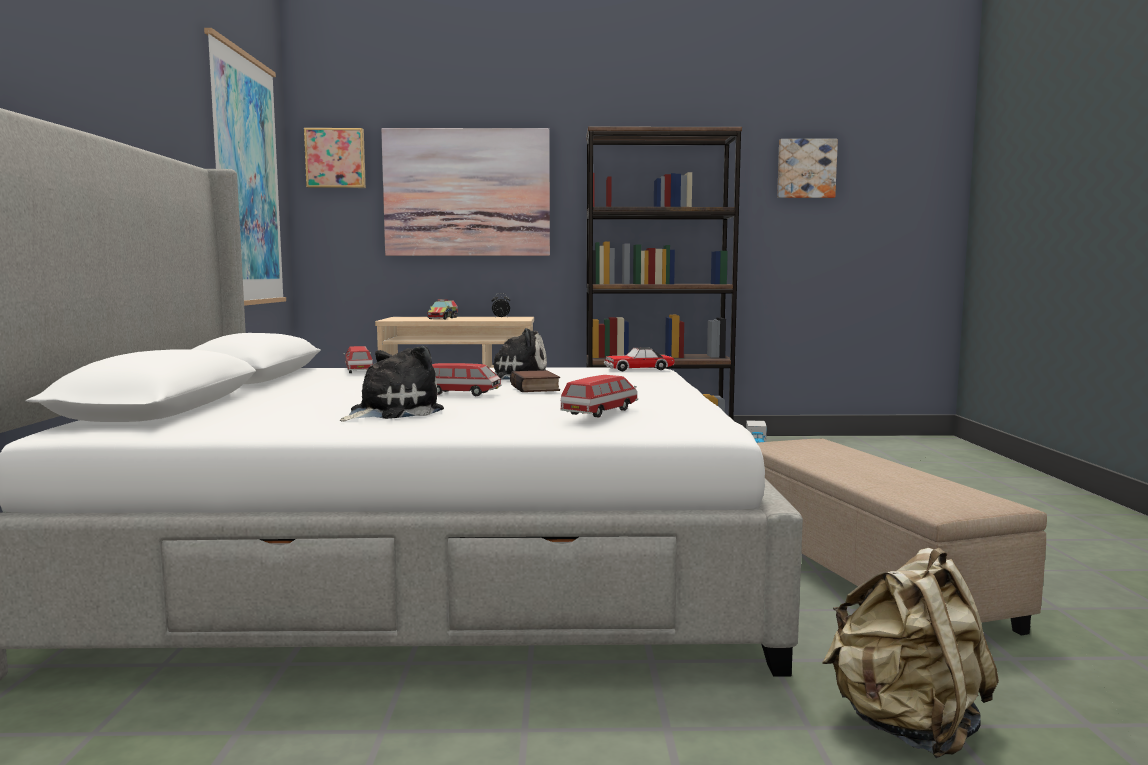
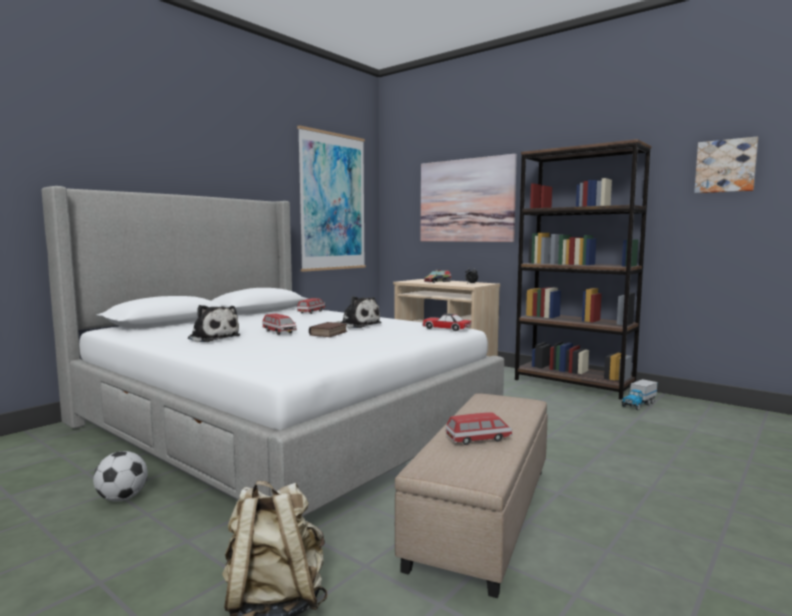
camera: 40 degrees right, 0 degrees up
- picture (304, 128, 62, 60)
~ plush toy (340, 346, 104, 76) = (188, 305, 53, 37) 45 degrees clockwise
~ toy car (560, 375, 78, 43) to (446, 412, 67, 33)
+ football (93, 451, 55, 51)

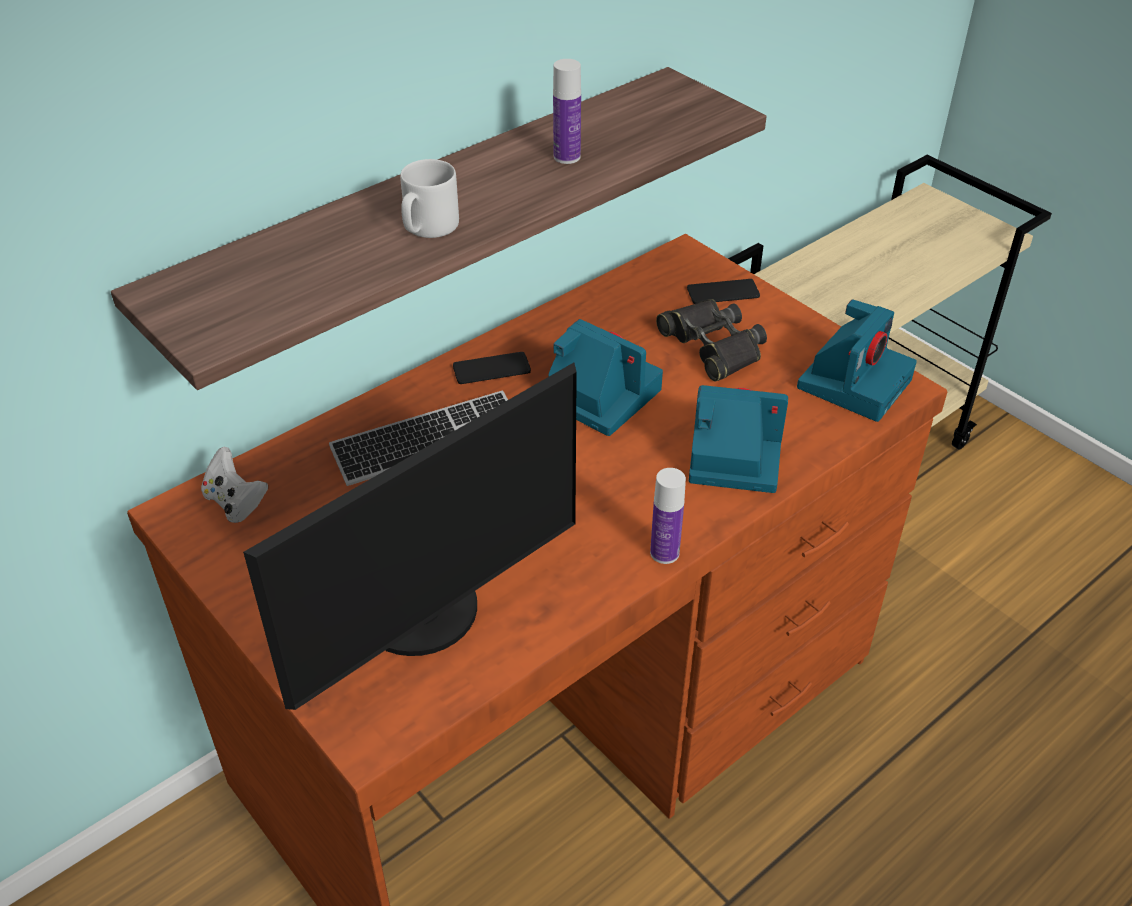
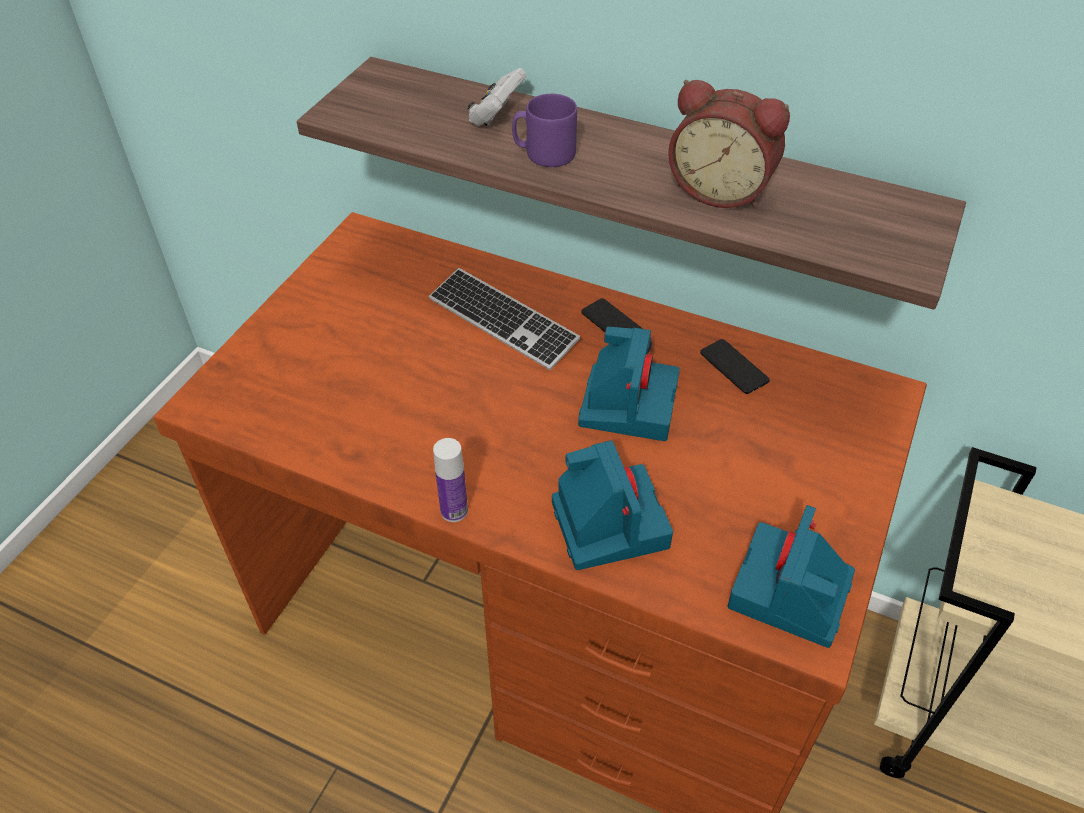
camera: 65 degrees right, 5 degrees up
~ white game controller (201, 446, 67, 77) to (467, 68, 60, 58)
- monitor (243, 363, 334, 347)
~ grey mug (400, 159, 59, 79) to purple mug (512, 94, 65, 73)
~ bottle (553, 59, 28, 105) to alarm clock (668, 80, 122, 128)
- black binoculars (656, 299, 111, 83)
~ phone (687, 279, 73, 25) to (700, 339, 70, 55)
~ photo camera (797, 300, 120, 122) = (728, 505, 127, 143) 105 degrees clockwise

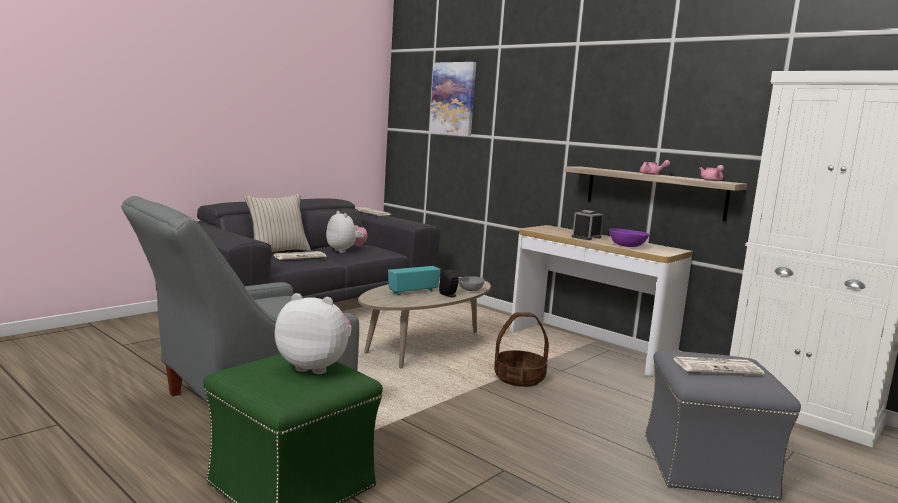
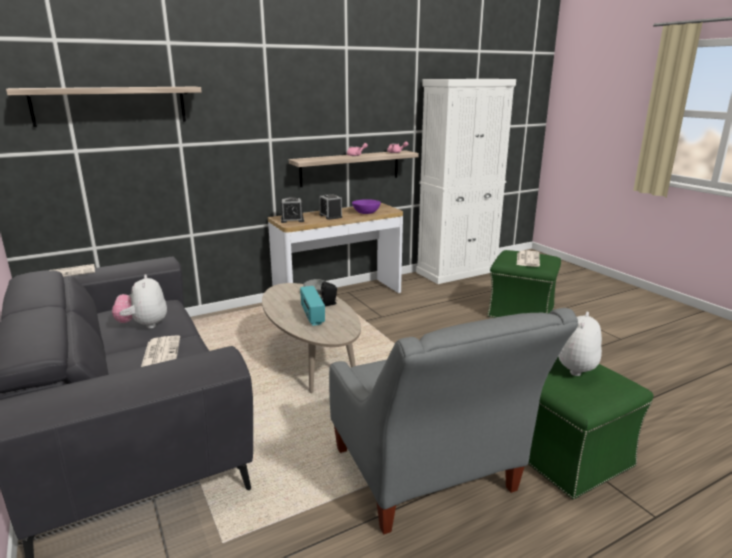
camera: 70 degrees left, 10 degrees up
- beige pillow (244, 193, 67, 59)
~ plush toy (326, 211, 41, 42) = (112, 275, 55, 54) 90 degrees counterclockwise
~ picture (429, 62, 47, 74) to shelf (6, 87, 196, 40)
- basket (494, 312, 55, 75)
~ grey ottoman (645, 350, 156, 150) to green ottoman (487, 250, 74, 68)
+ alarm clock (281, 197, 23, 26)

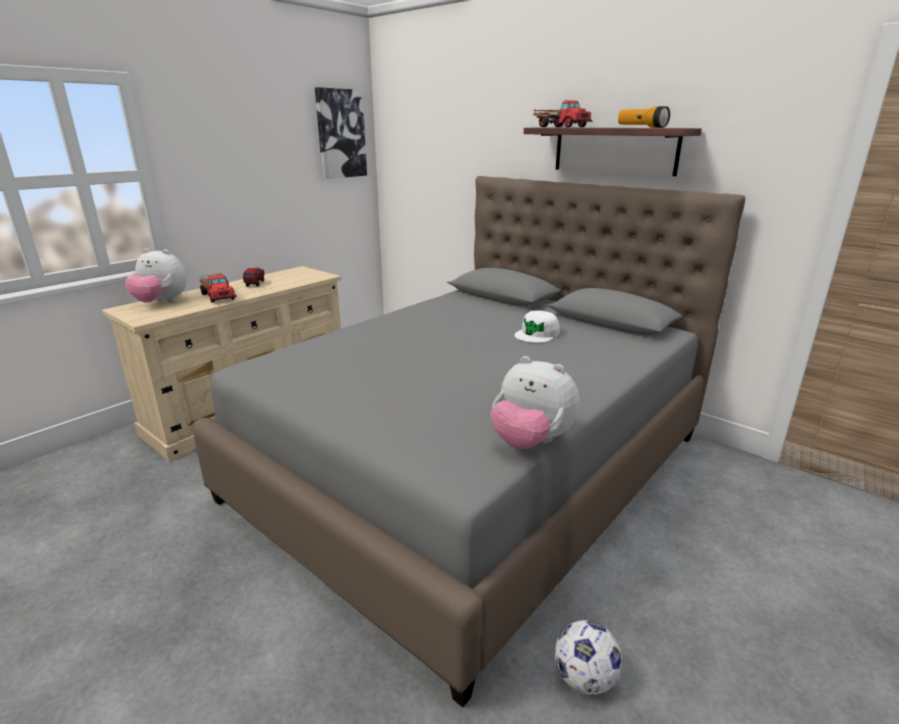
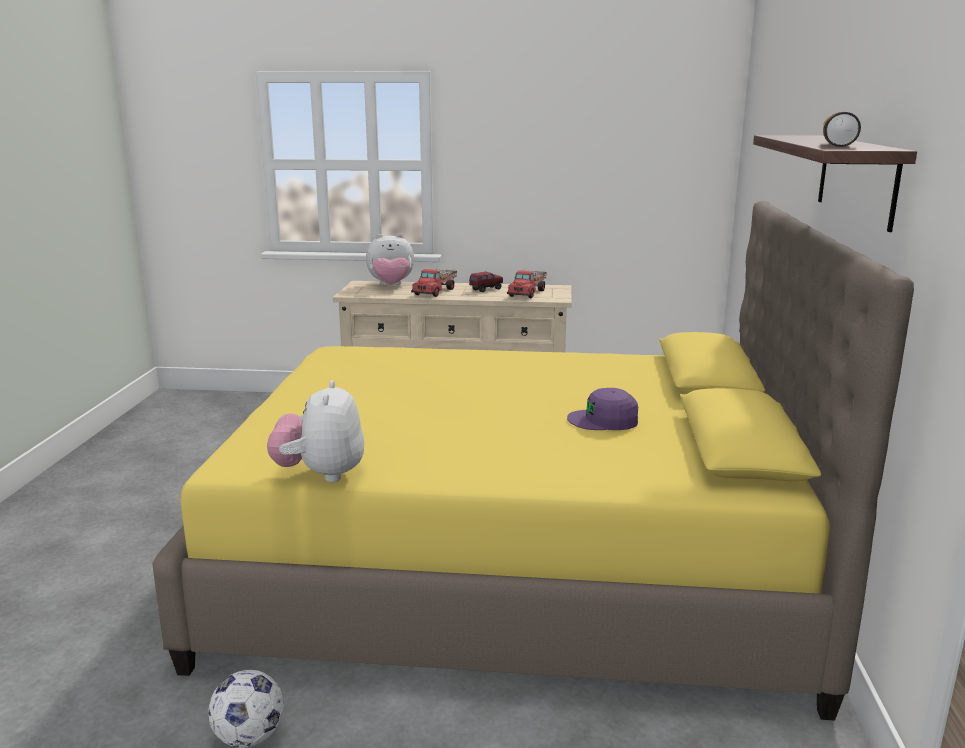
camera: 55 degrees right, 5 degrees down
~ plush toy (125, 248, 62, 55) = (366, 233, 48, 52) 75 degrees counterclockwise
~ grey bed (193, 176, 553, 531) to yellow bed (152, 201, 762, 520)
- picture (315, 87, 52, 92)
~ white cap (514, 310, 46, 33) to purple cap (567, 388, 71, 42)
~ toy truck (533, 100, 60, 27) to (507, 270, 40, 28)

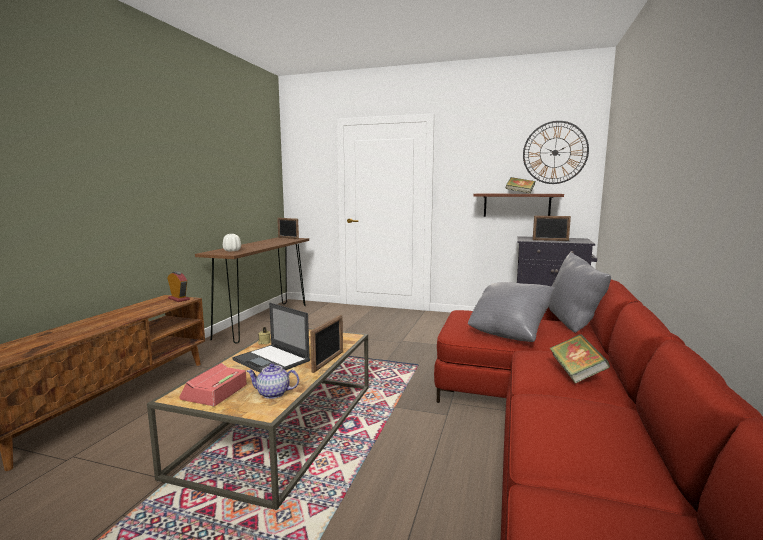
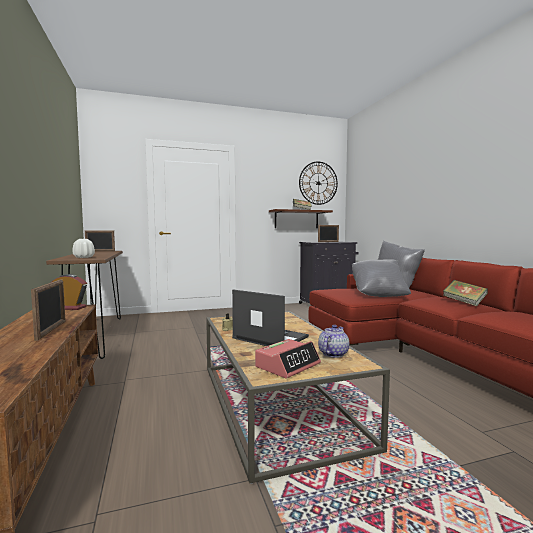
camera: 35 degrees left, 5 degrees down
~ alarm clock (179, 363, 68, 43) = (255, 339, 66, 39) 120 degrees counterclockwise
~ laptop (232, 303, 78, 70) = (232, 290, 77, 56) 150 degrees counterclockwise
~ teapot (246, 363, 53, 36) = (318, 325, 31, 33) 150 degrees clockwise
~ picture frame (310, 315, 33, 58) to (31, 280, 34, 61)

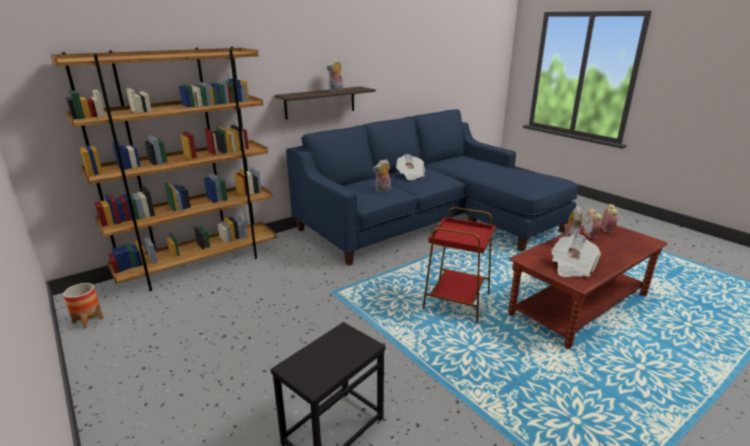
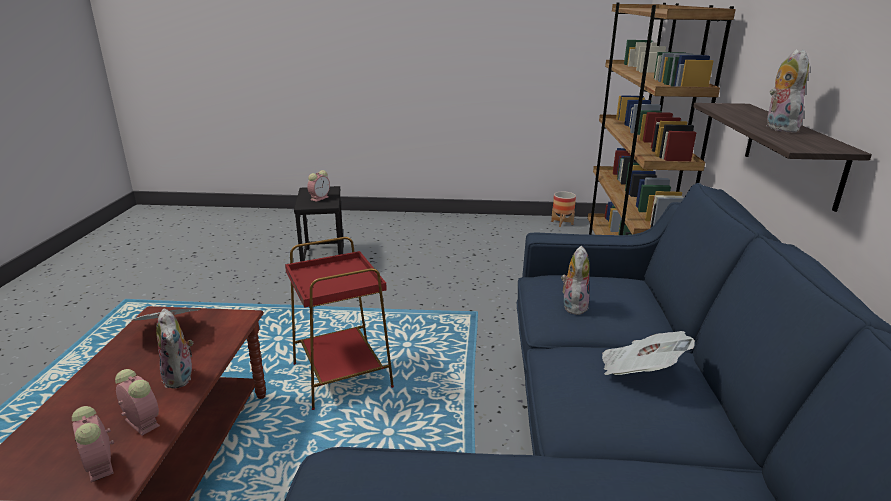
camera: 130 degrees right, 0 degrees up
+ alarm clock (307, 170, 23, 32)

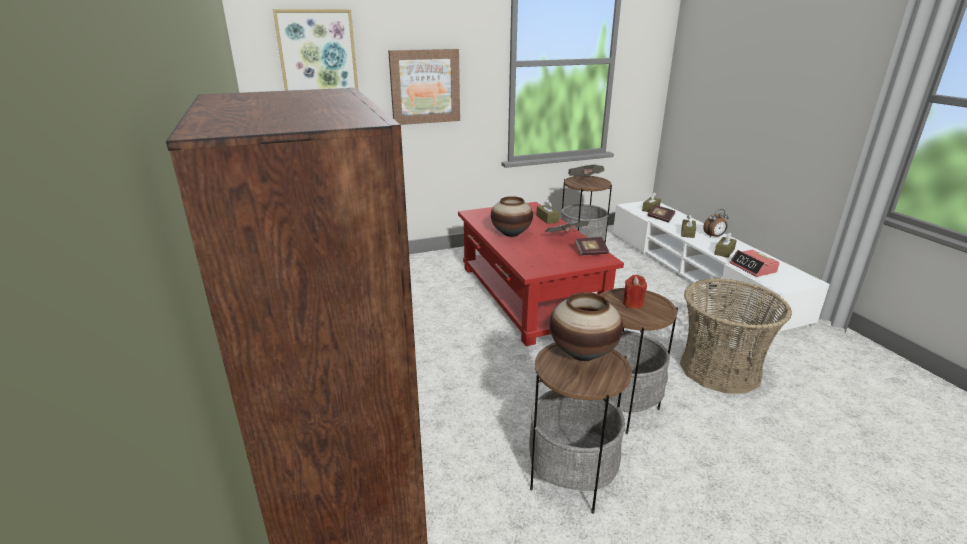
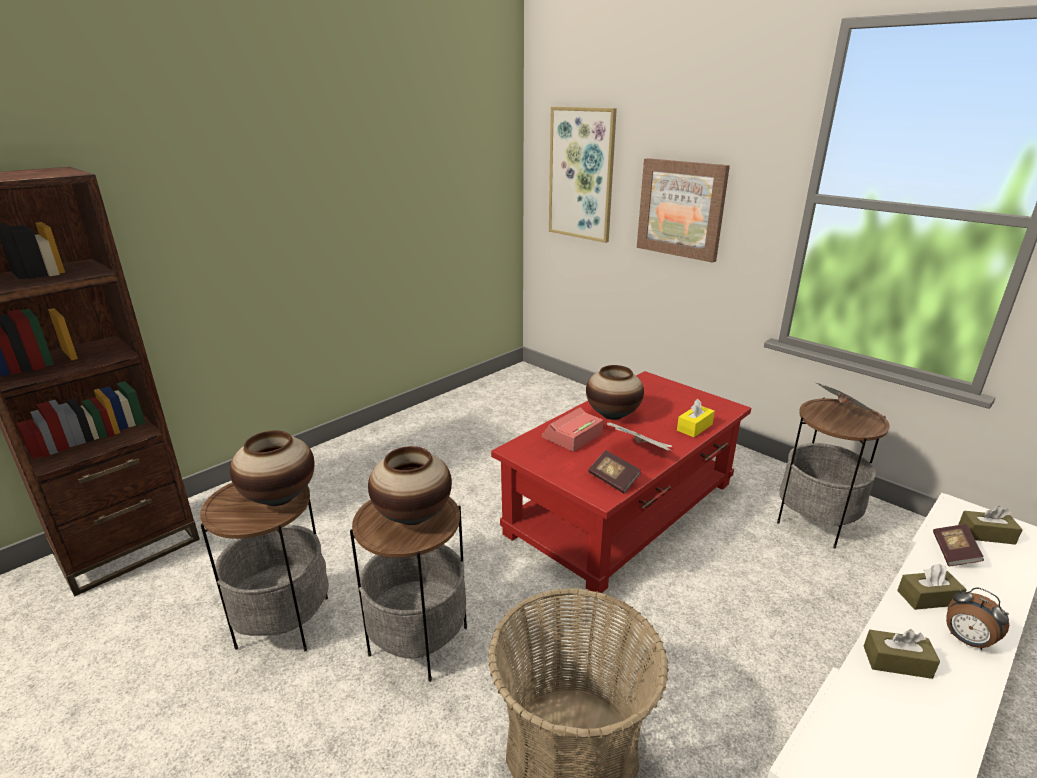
camera: 65 degrees right, 0 degrees up
~ brown tissue box (537, 199, 22, 25) to yellow tissue box (677, 399, 38, 38)
~ red candle (623, 275, 24, 34) to vase (368, 446, 84, 79)
~ alarm clock (729, 250, 51, 27) to (542, 407, 61, 44)

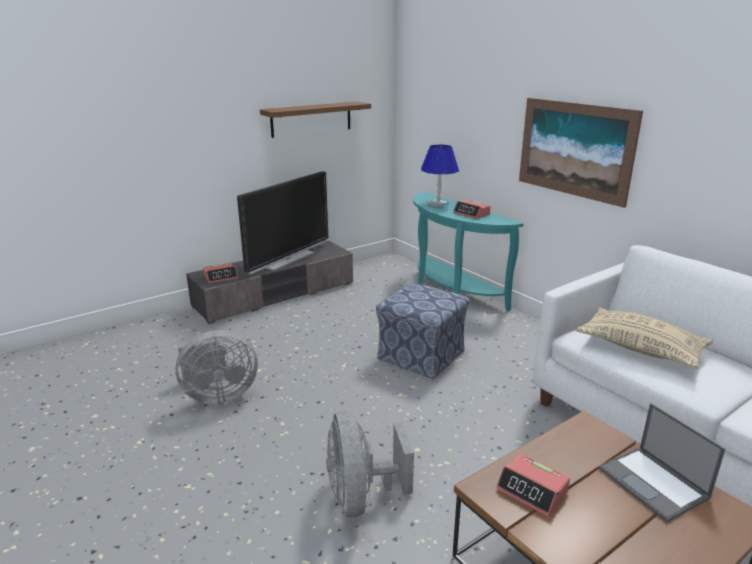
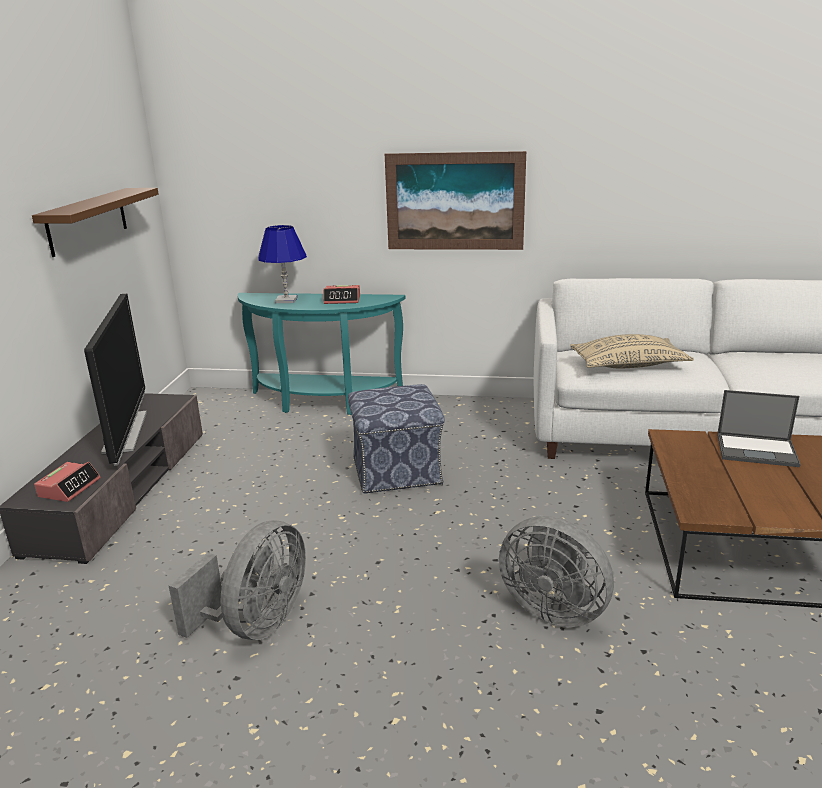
camera: 45 degrees left, 0 degrees up
- alarm clock (496, 453, 74, 64)

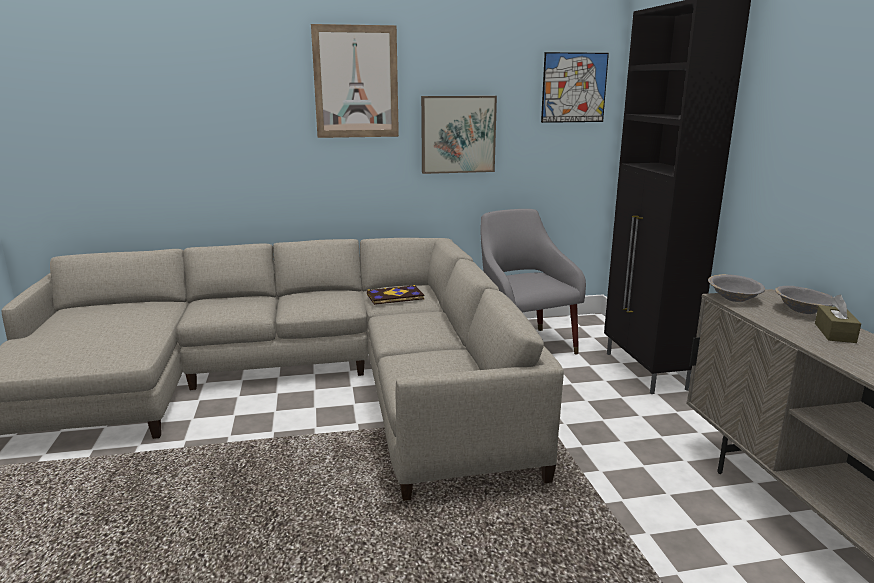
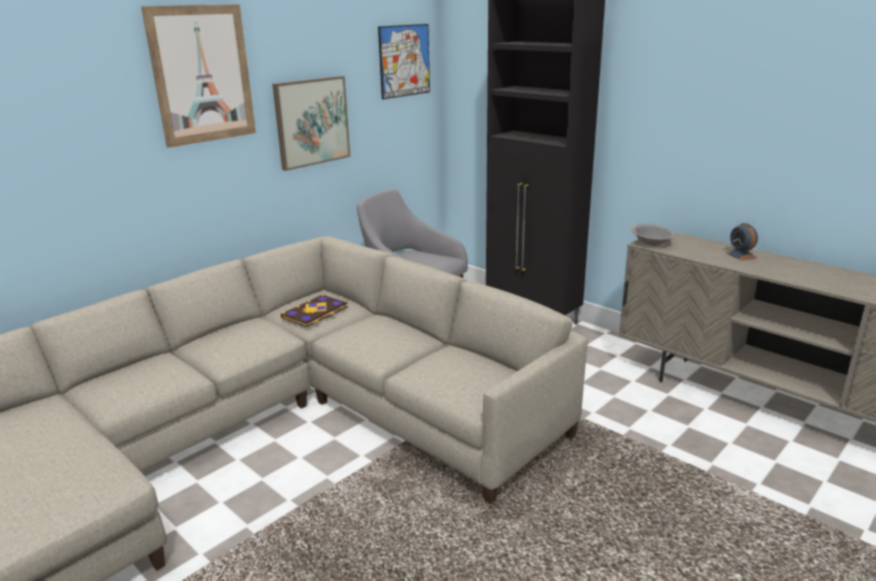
camera: 35 degrees left, 5 degrees up
- grey bowl (775, 286, 59, 28)
~ brown tissue box (815, 295, 46, 48) to alarm clock (726, 223, 32, 38)

